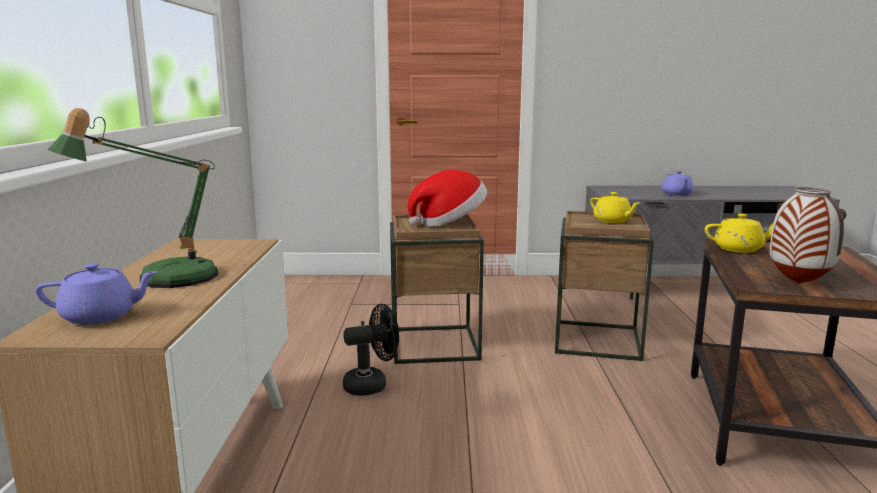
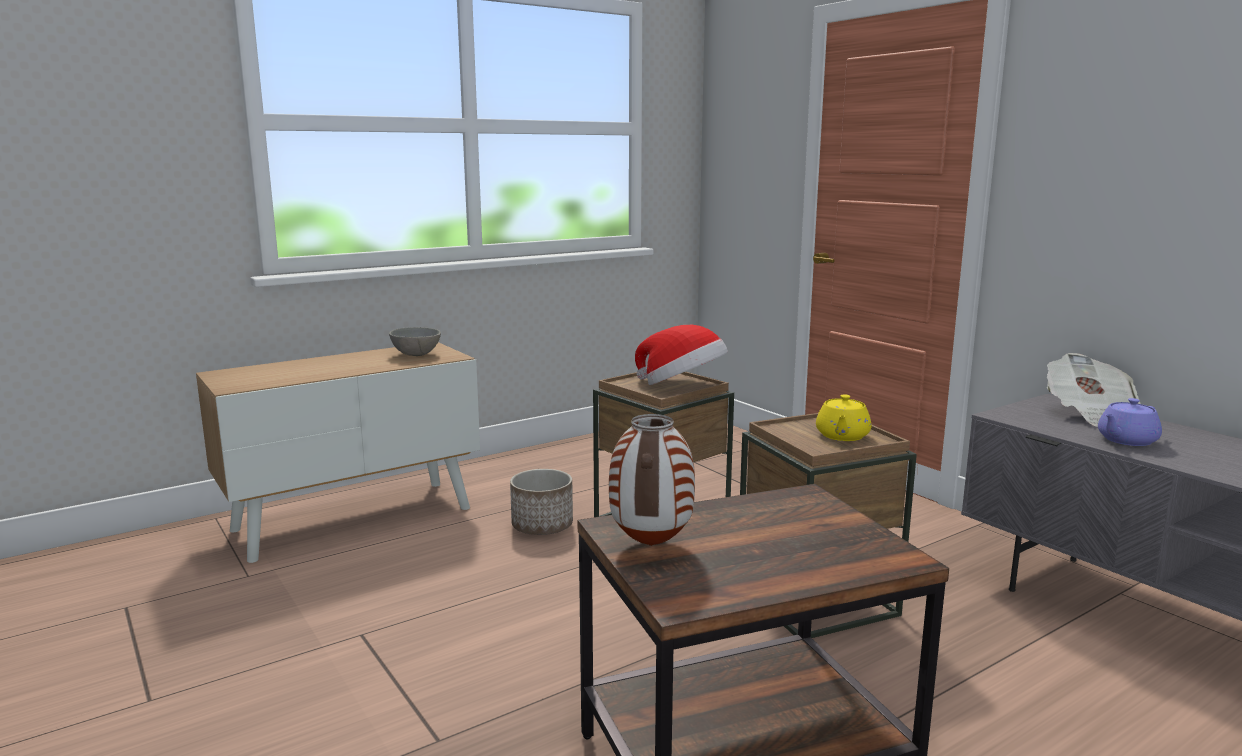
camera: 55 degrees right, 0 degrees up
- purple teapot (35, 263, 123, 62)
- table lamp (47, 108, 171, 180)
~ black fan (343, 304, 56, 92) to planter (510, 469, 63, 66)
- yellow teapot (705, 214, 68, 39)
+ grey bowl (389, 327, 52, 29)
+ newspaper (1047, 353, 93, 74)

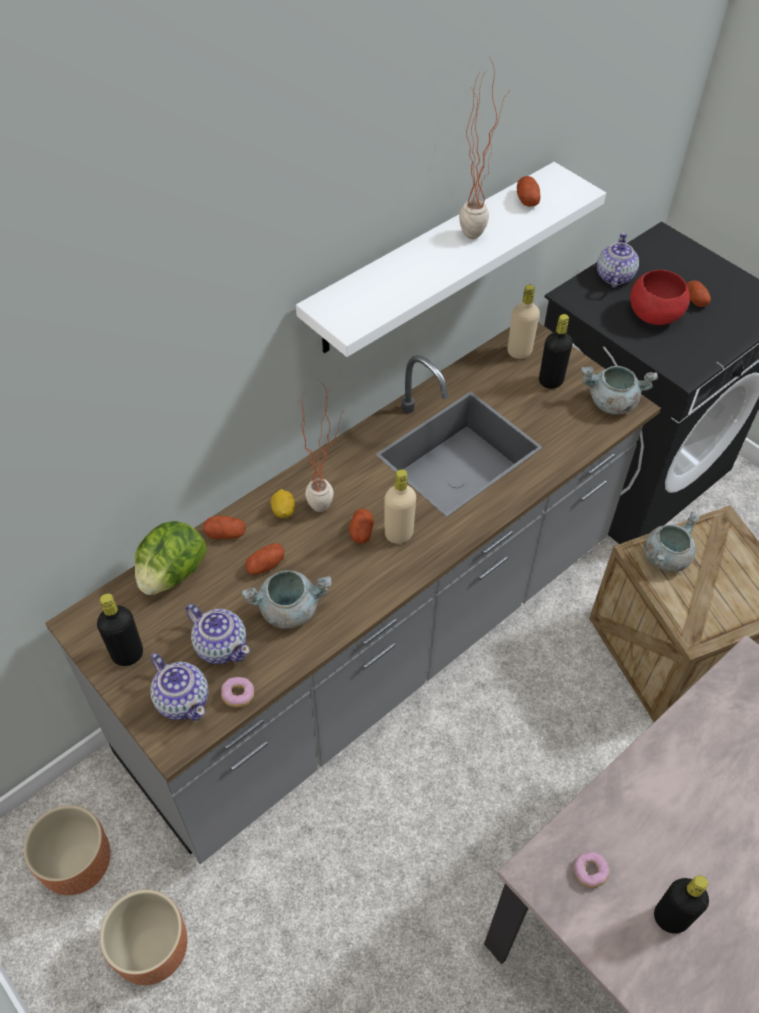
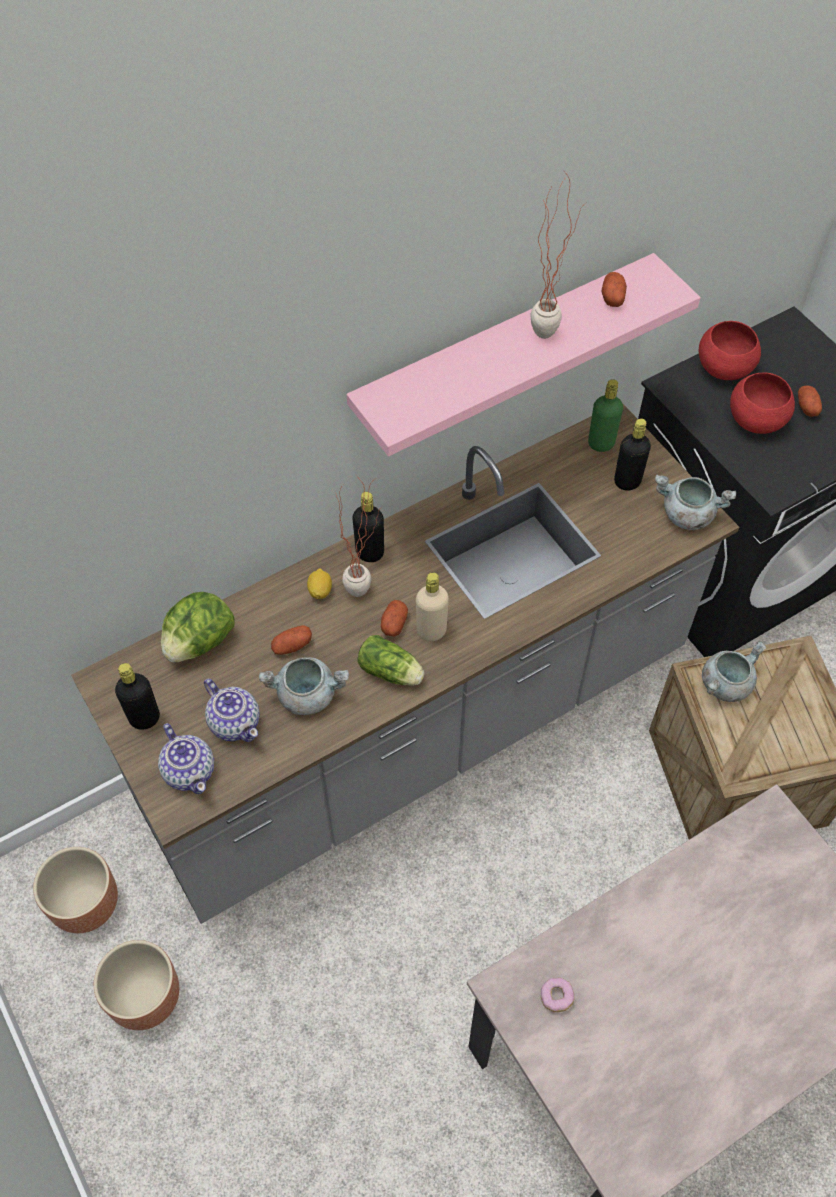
camera: 10 degrees right, 5 degrees up
- potato (203, 516, 43, 23)
- donut (221, 677, 33, 30)
~ white shelf (296, 162, 310, 195) to pink shelf (346, 253, 355, 203)
~ beige bottle (508, 285, 32, 74) to green bottle (588, 379, 35, 73)
~ teapot (597, 232, 42, 55) to red bowl (699, 321, 62, 59)
~ black bottle (654, 876, 55, 58) to (352, 492, 32, 70)
+ lettuce (358, 635, 67, 51)

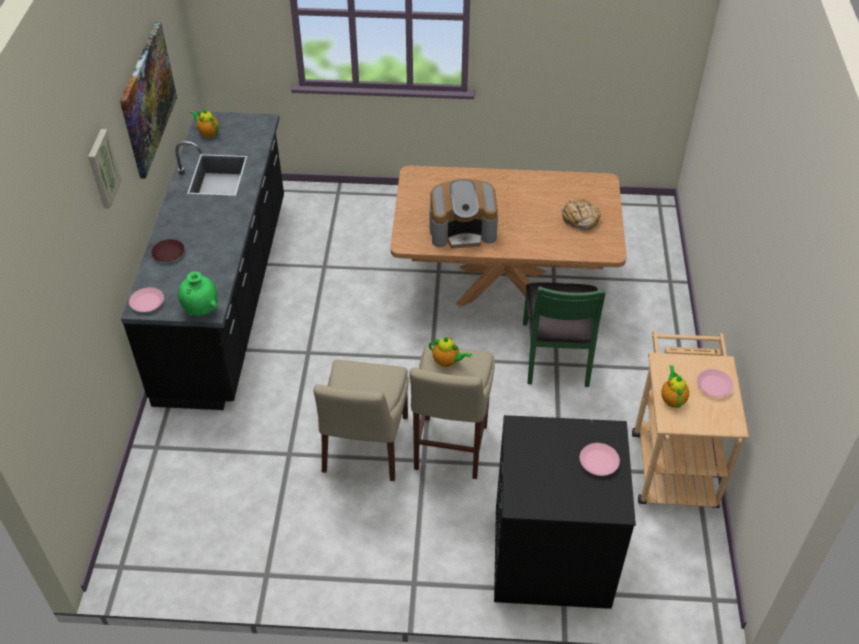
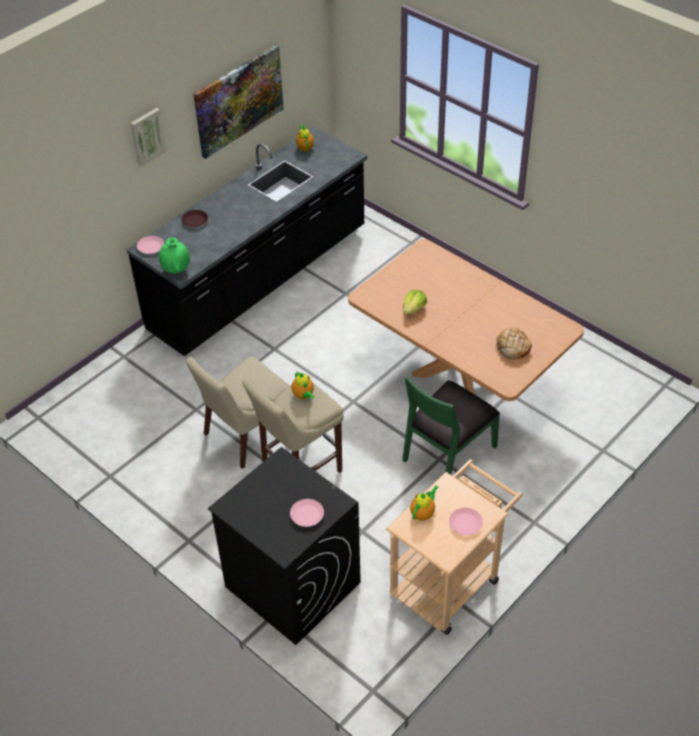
camera: 40 degrees right, 0 degrees up
~ coffee machine (430, 179, 68, 70) to lettuce (403, 290, 24, 25)

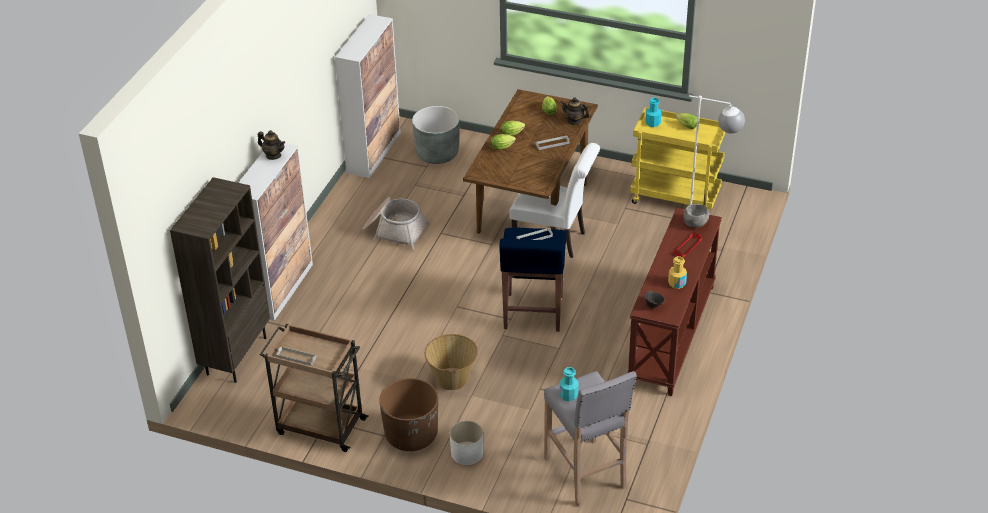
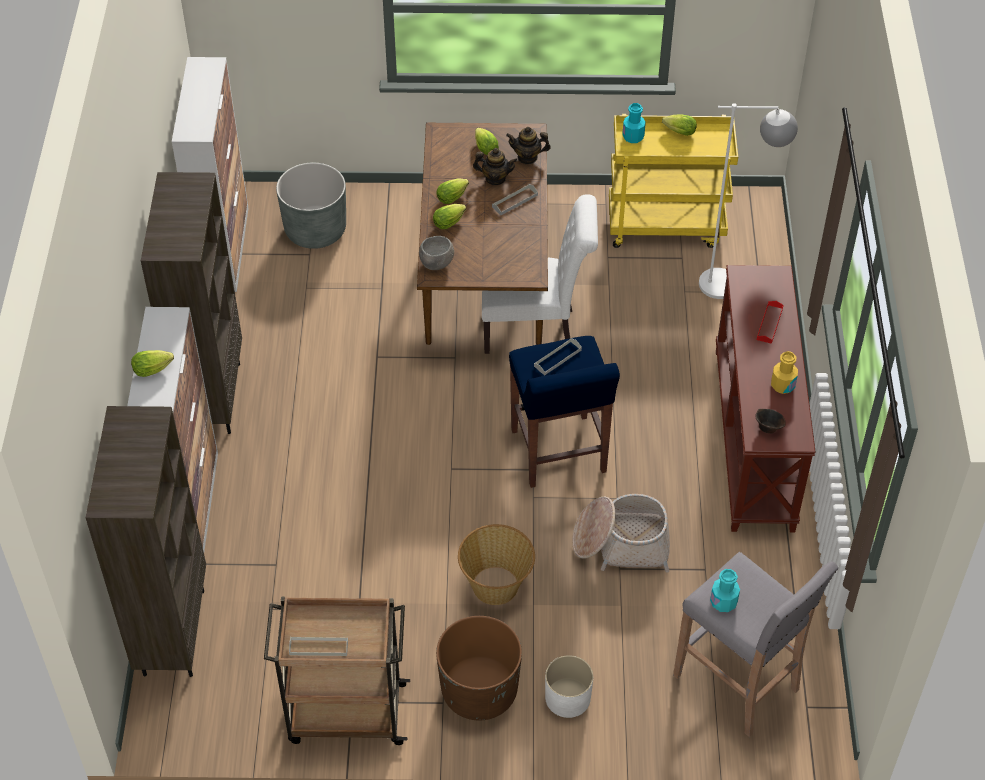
camera: 20 degrees left, 10 degrees up
~ teapot (258, 130, 27, 30) to (473, 148, 45, 37)
~ basket (363, 197, 67, 53) to (572, 494, 98, 79)
~ grey bowl (683, 204, 26, 24) to (419, 236, 35, 34)
+ lettuce (131, 350, 43, 27)
+ brown bookcase (141, 172, 101, 262)

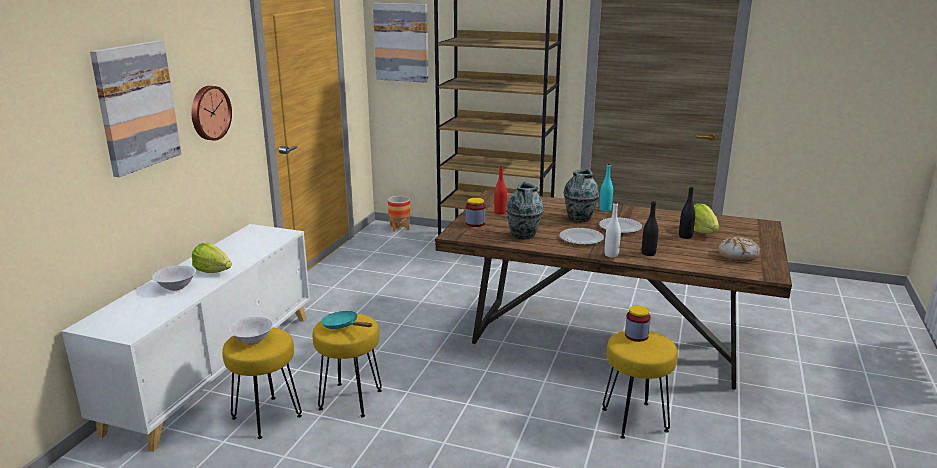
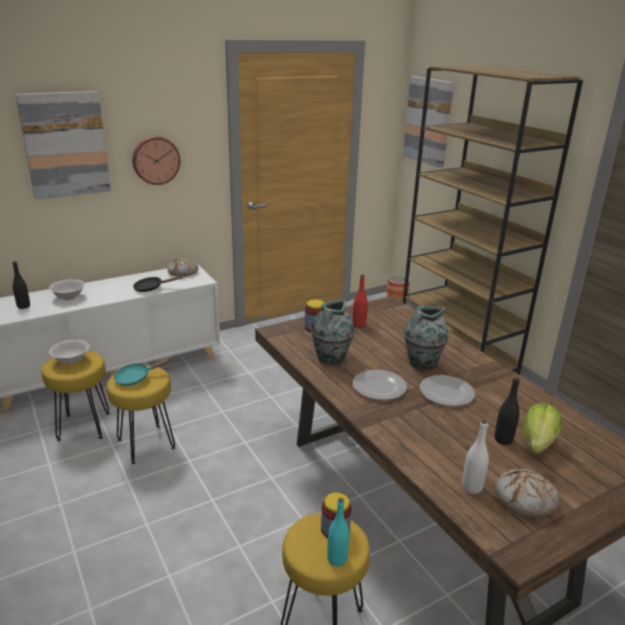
camera: 40 degrees right, 5 degrees up
- lettuce (192, 243, 40, 30)
~ turquoise frying pan (321, 311, 51, 18) = (114, 358, 59, 28) 105 degrees counterclockwise
~ turquoise bottle (599, 163, 14, 49) to (327, 498, 22, 69)
~ white bottle (605, 201, 16, 57) to (462, 419, 27, 75)
~ black bottle (642, 200, 16, 56) to (13, 261, 17, 48)
+ black frying pan (133, 276, 49, 16)
+ bread (168, 258, 31, 19)

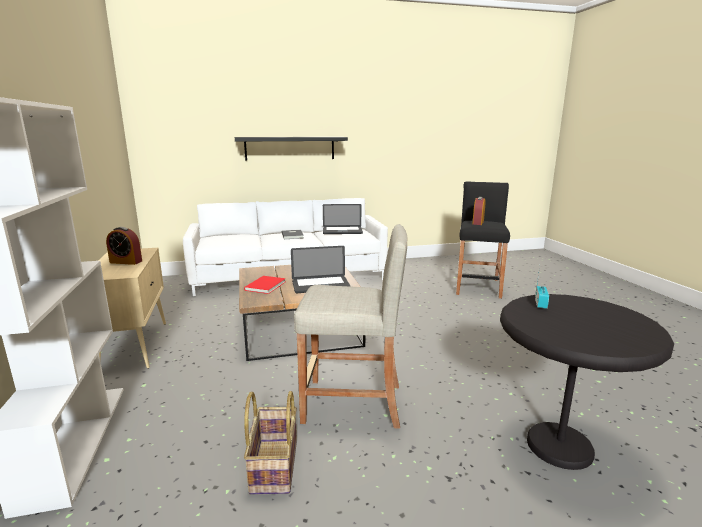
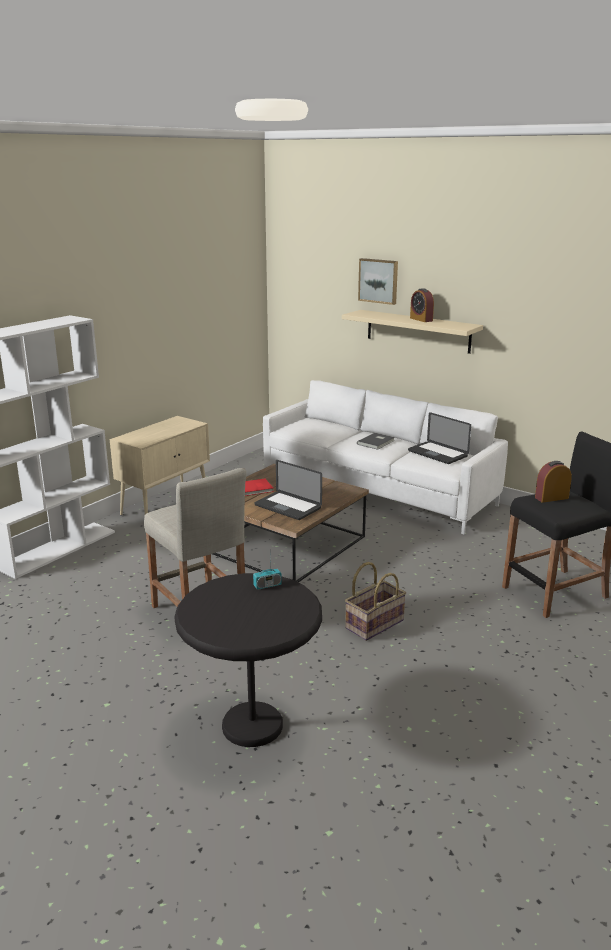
camera: 50 degrees right, 5 degrees up
~ alarm clock (106, 227, 36, 38) to (410, 288, 24, 34)
~ black shelf (235, 137, 113, 24) to beige shelf (342, 310, 141, 44)
~ basket (244, 391, 53, 104) to (345, 562, 61, 79)
+ picture (358, 258, 40, 47)

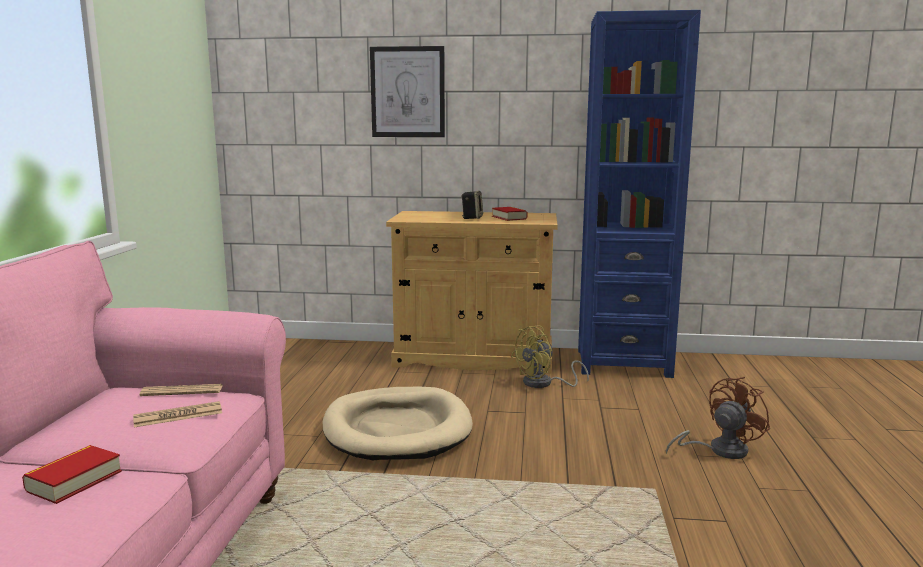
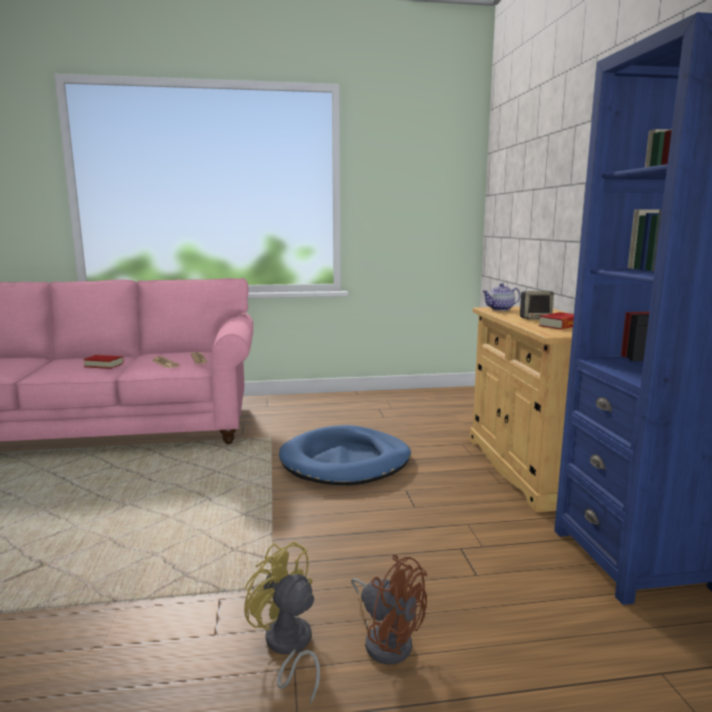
camera: 75 degrees right, 0 degrees up
~ beige dog bed (323, 387, 150, 74) to blue dog bed (279, 425, 132, 60)
- picture (370, 46, 75, 91)
~ yellow fan (511, 326, 78, 62) to (244, 542, 76, 163)
+ teapot (482, 283, 39, 28)

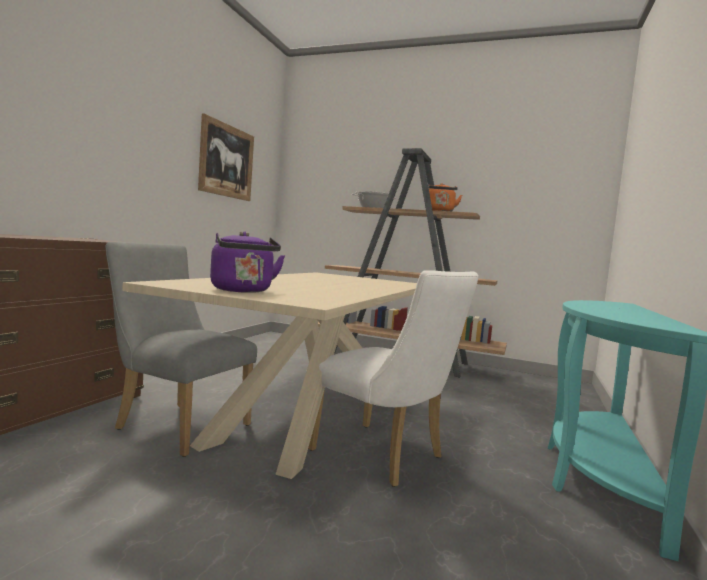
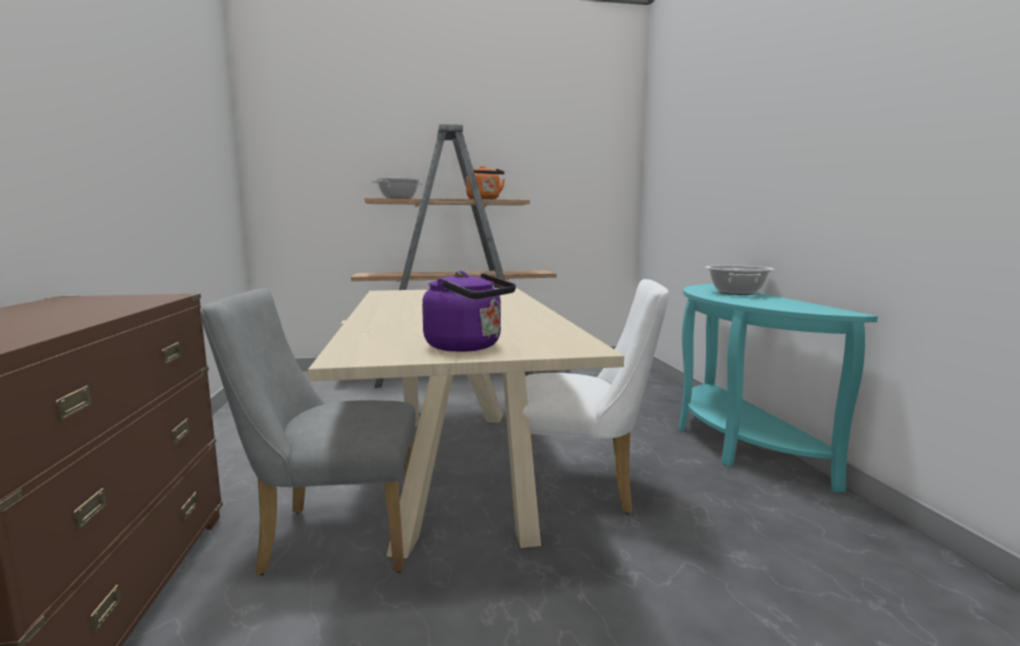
camera: 30 degrees left, 5 degrees up
- picture (198, 114, 56, 87)
+ cooking pot (705, 265, 69, 30)

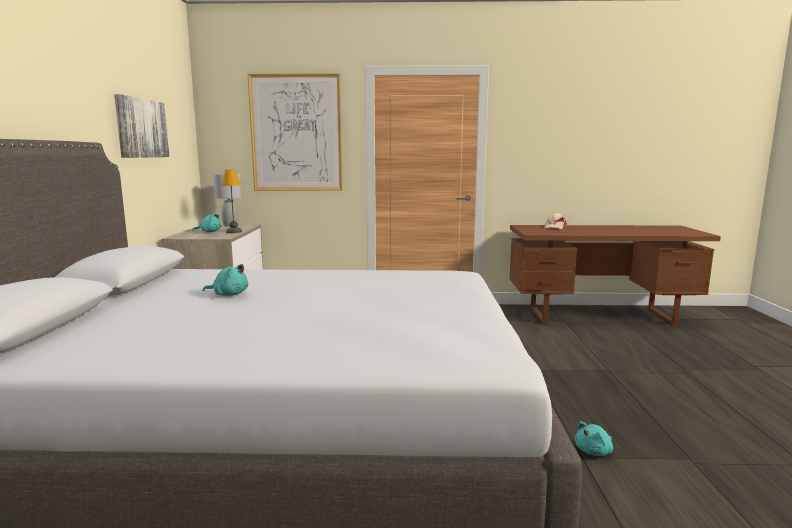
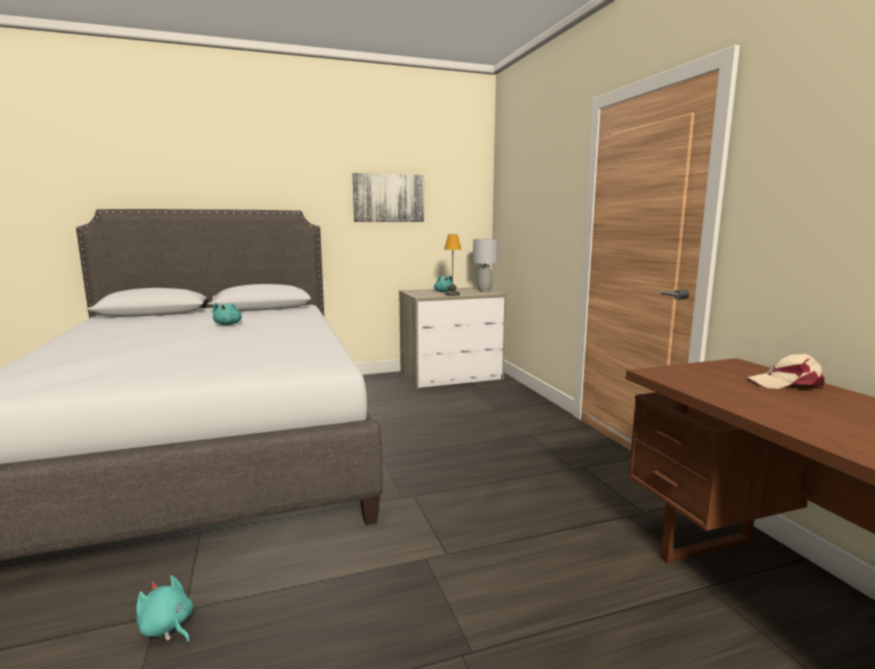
camera: 70 degrees right, 0 degrees up
- picture (248, 73, 95, 118)

